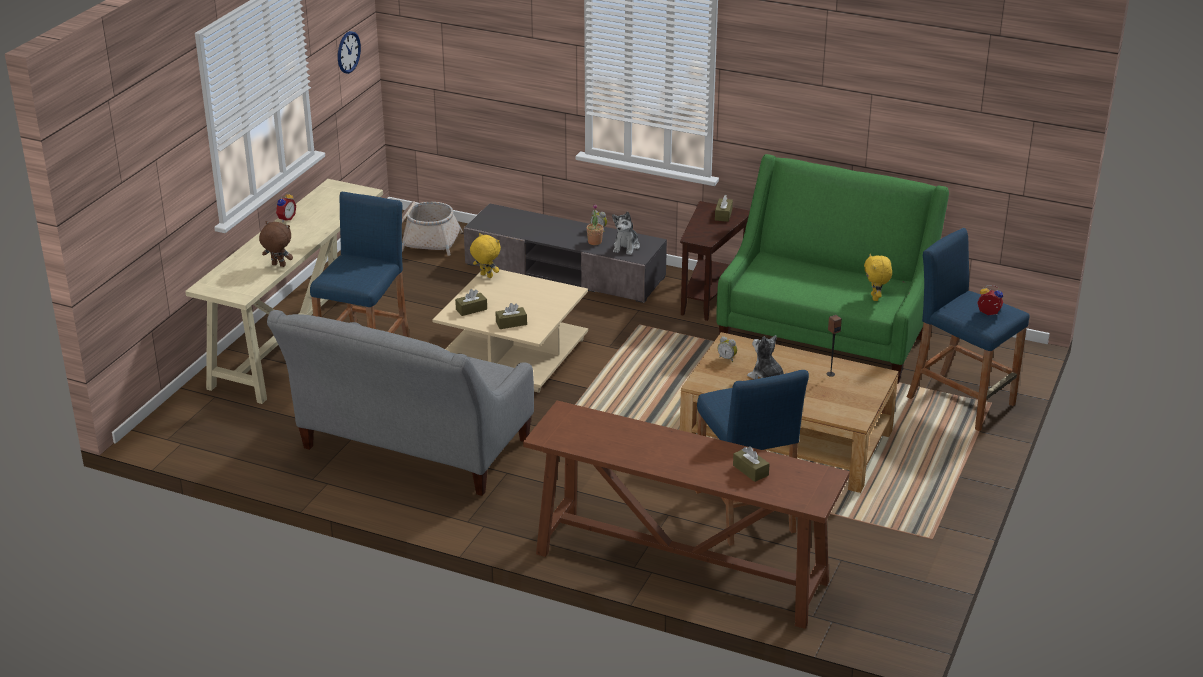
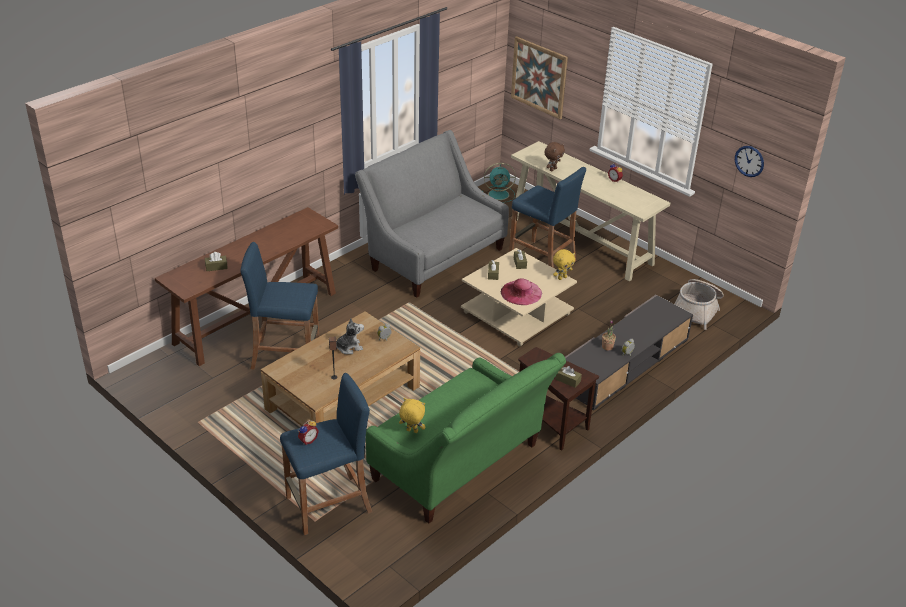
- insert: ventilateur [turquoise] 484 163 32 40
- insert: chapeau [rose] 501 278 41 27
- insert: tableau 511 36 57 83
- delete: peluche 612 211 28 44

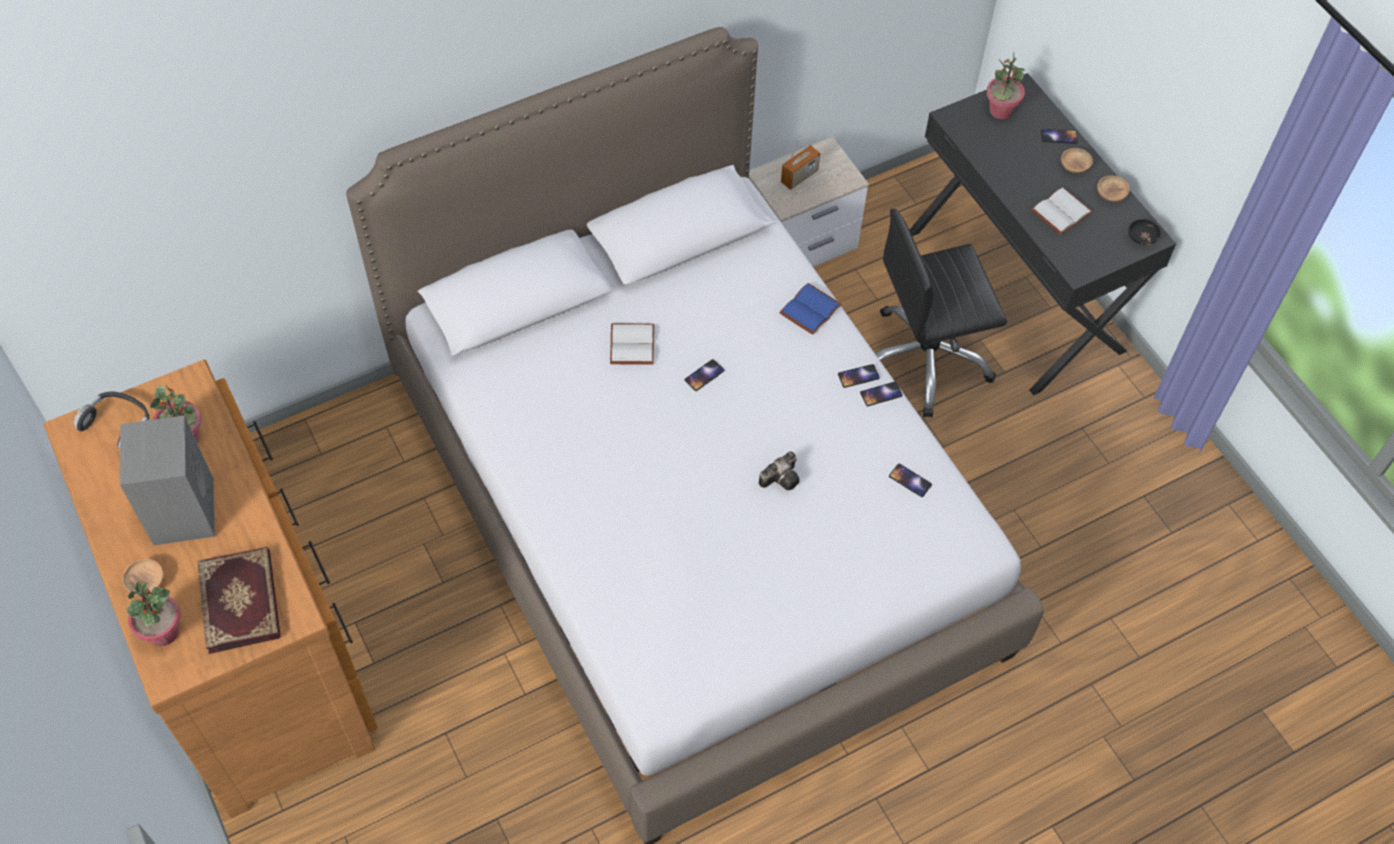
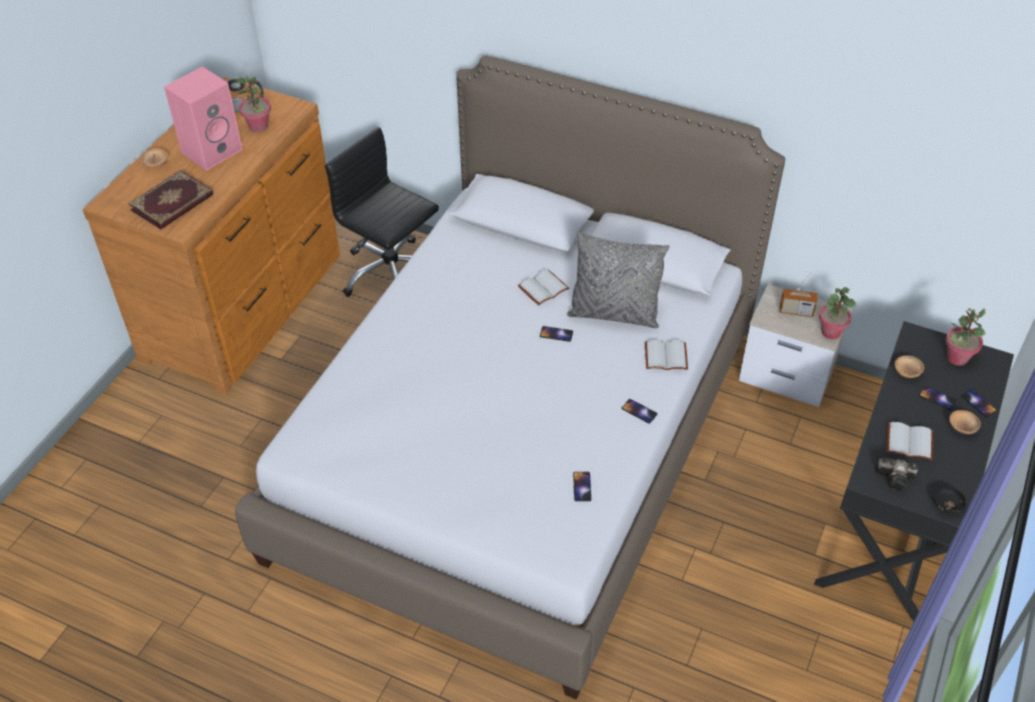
- recolor: enceinte [gris] 120 416 95 129 to enceinte [rose] 164 66 79 105
- move: chaise de bureau [noir] 875 209 132 208 to 325 127 114 170
- insert: coussin [gris] 567 231 103 97
- recolor: livre [bleu] 779 283 63 52 to livre [blanc] 645 340 43 30
- move: plante en pot 126 581 55 65 to 819 287 37 52
- move: appareil photo 759 451 41 39 to 876 458 42 33
- move: bol [marron] 1097 175 33 27 to 895 355 29 23
- move: téléphone 860 382 43 24 to 919 386 37 24

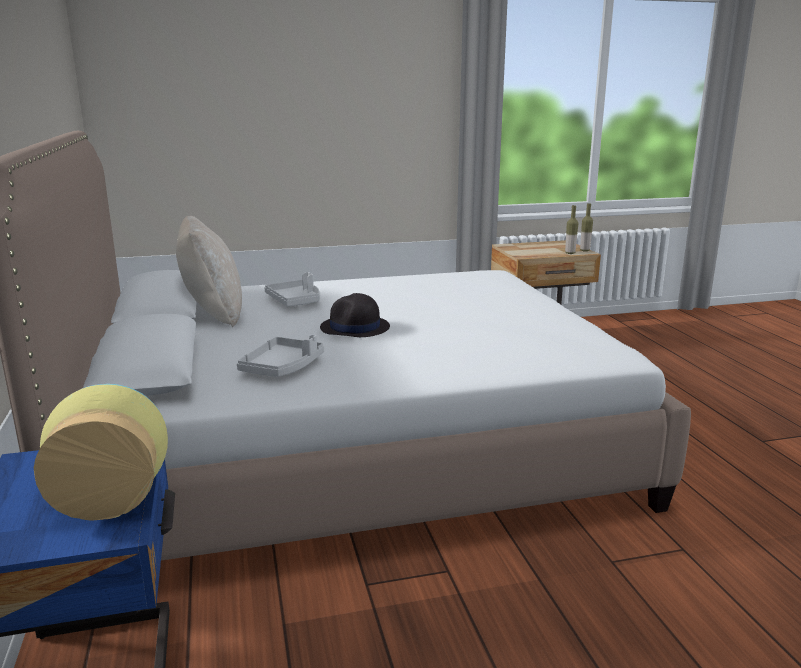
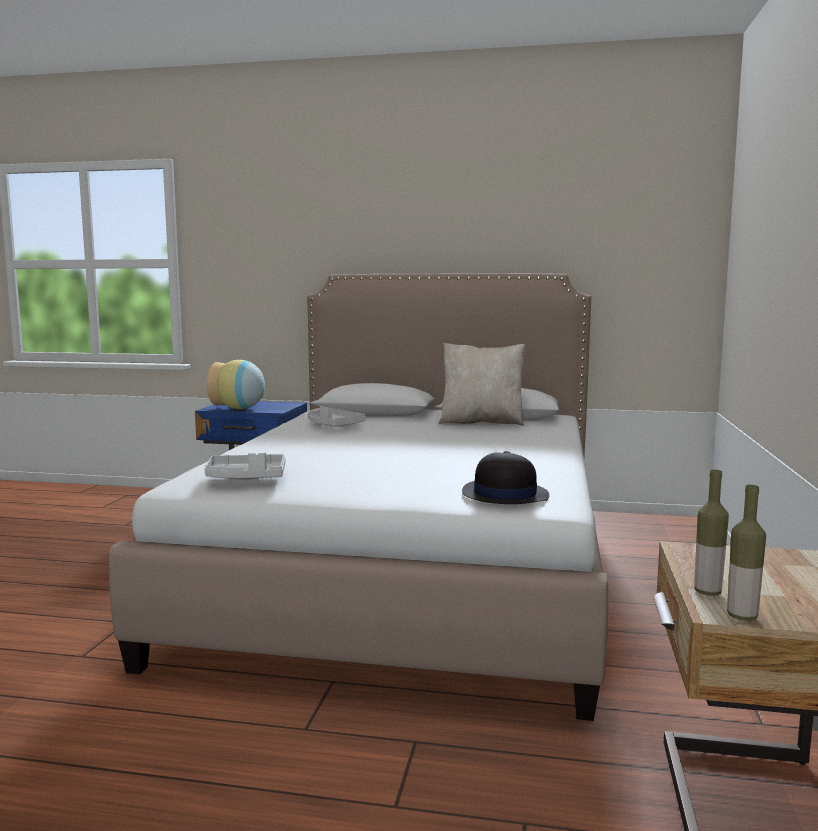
- move: plateau [gris] 264 272 56 35 to 205 452 80 28
- move: chapeau [noir] 320 293 70 44 to 462 451 87 53

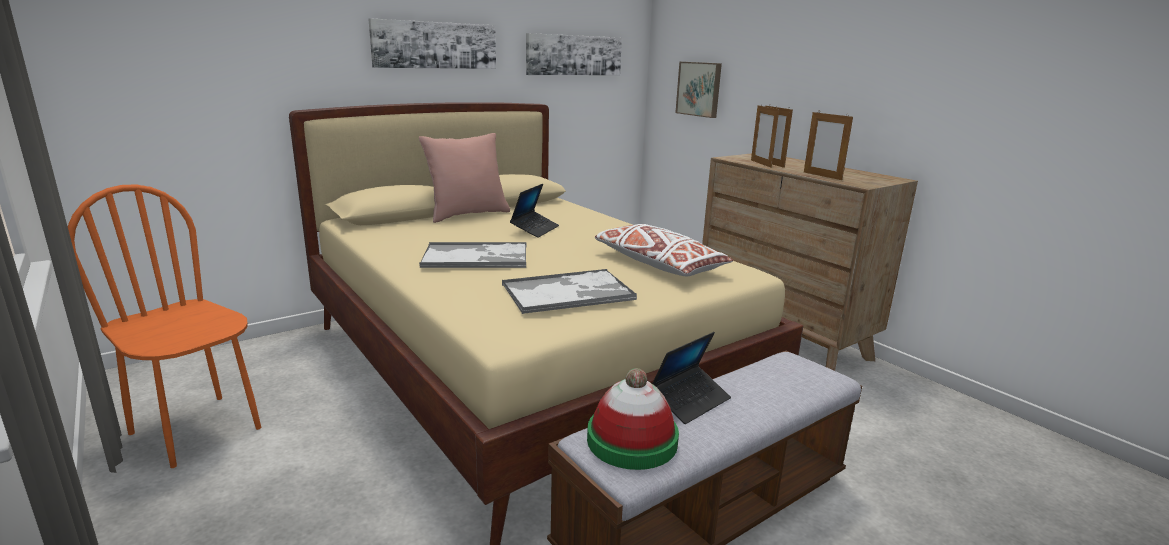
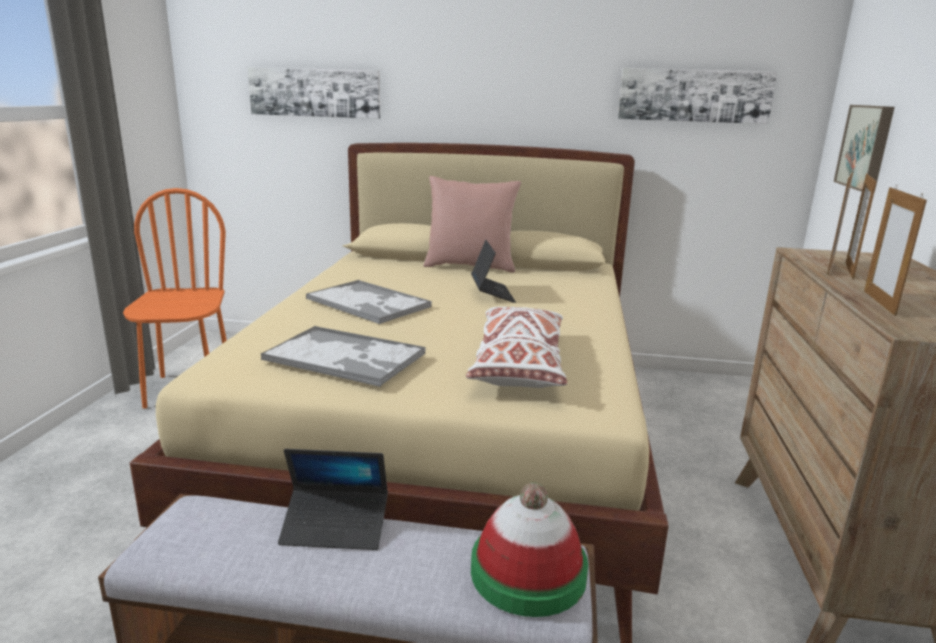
- move: tableau 369 18 127 51 to 248 67 132 52
- rotate: ordinateur portable 510 184 49 54 = 471 240 45 63 75 degrees counterclockwise
- move: chapeau 587 368 92 102 to 471 482 117 135

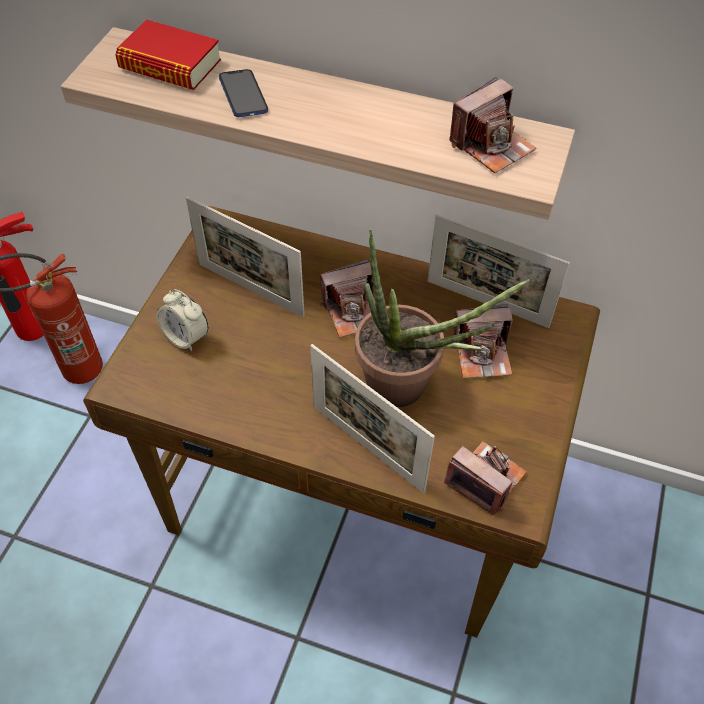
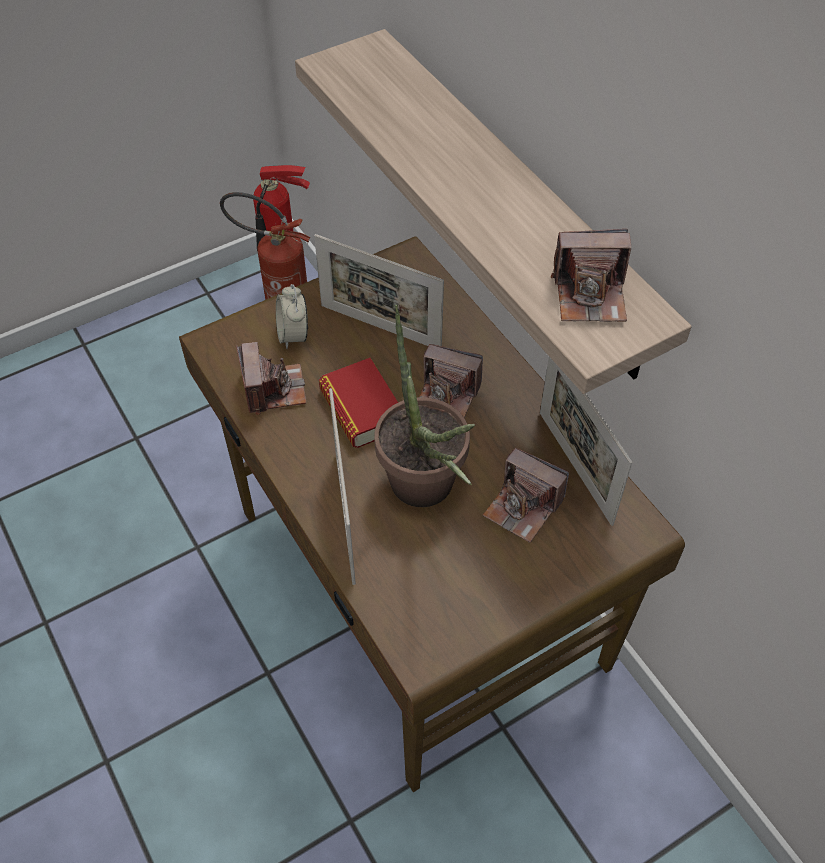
- move: appareil photo 444 441 83 74 to 236 342 70 73
- rotate: cadre photo 186 197 119 120 = 314 234 130 112 45 degrees counterclockwise
- move: livre 115 19 106 71 to 319 358 79 90
- delete: téléphone 219 69 49 48

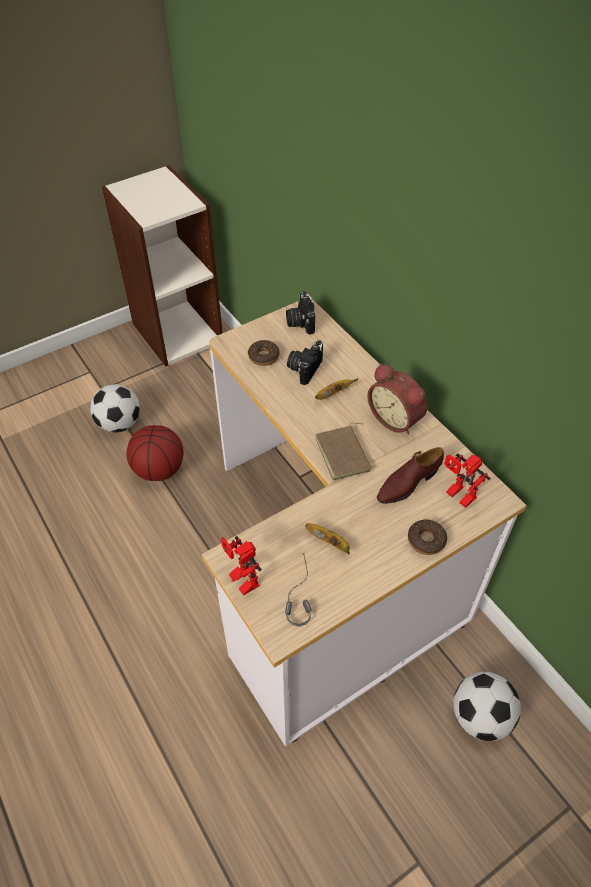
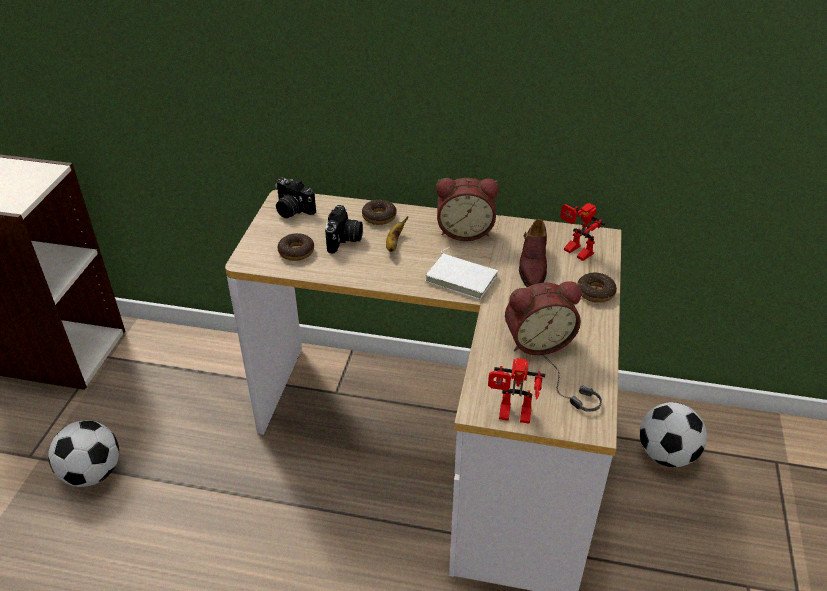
- rotate: appareil photo 287 340 36 45 = 325 205 38 49 150 degrees counterclockwise
- insert: beignet 362 200 35 25
- recolor: livre [marron] 315 423 57 57 to livre [blanc] 425 247 73 52
- replace: banane 305 523 45 31 to réveil 505 281 77 74
- rotate: robot jouet 444 453 46 55 = 561 203 44 58 45 degrees clockwise
- delete: ballon de basket 127 425 57 56

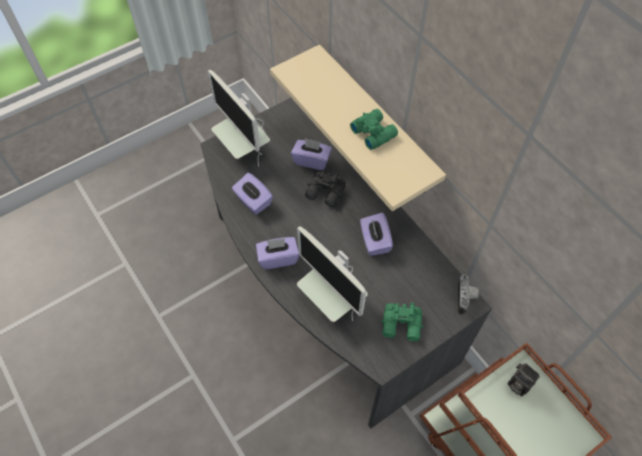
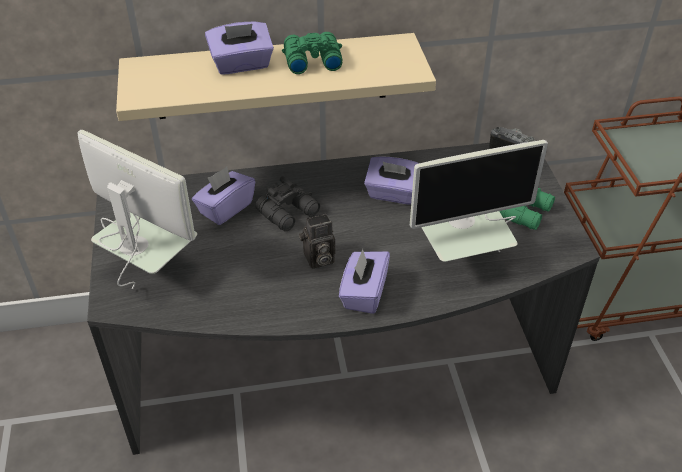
- rotate: écran d'ordinateur 208 70 62 97 = 77 130 120 159 135 degrees counterclockwise
- move: boîte à mouchoirs [violet] 232 173 41 42 to 205 22 69 53
- move: appareil photo 507 363 33 34 to 299 214 36 55

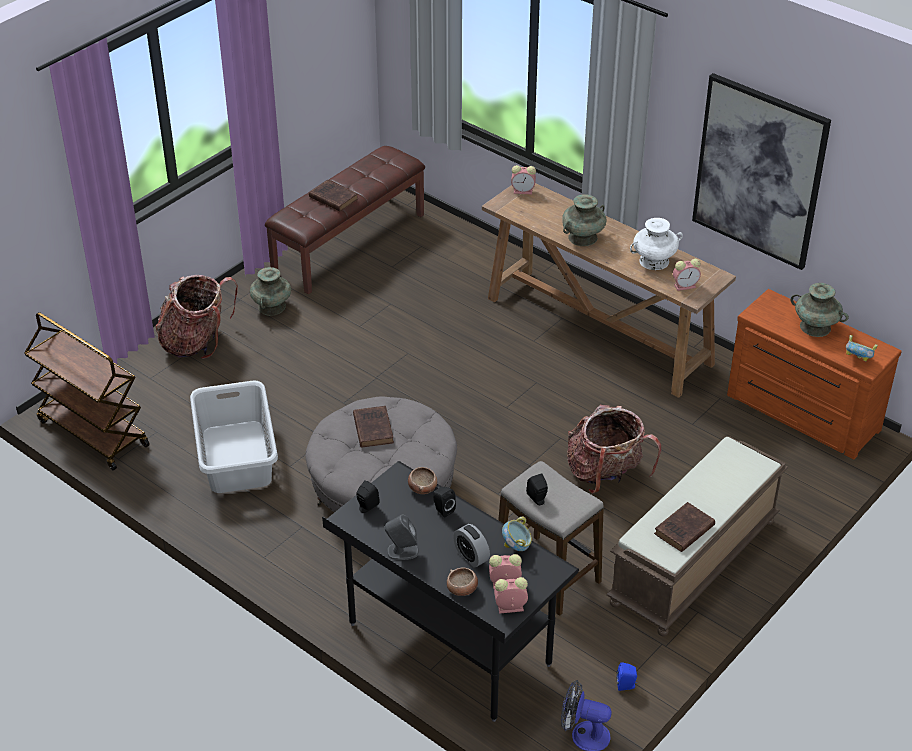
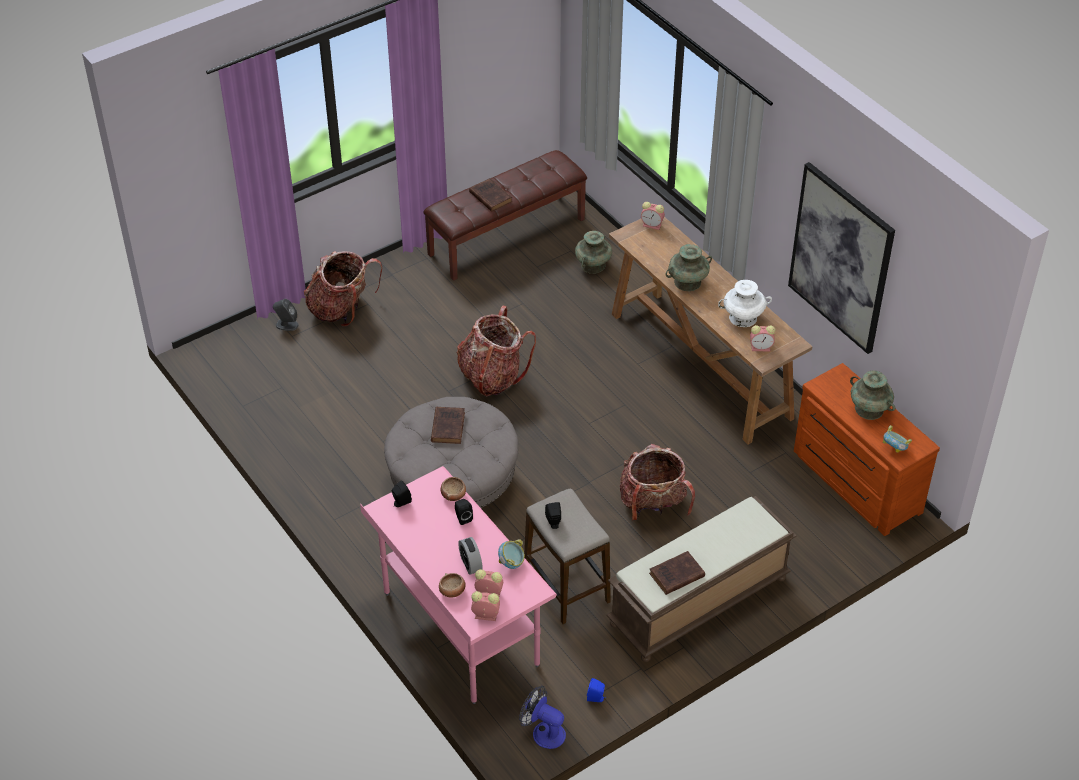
- move: enceinte [gris] 385 515 34 45 to 273 299 25 32
- recolor: bureau [noir] 322 461 257 261 to bureau [rose] 360 466 197 238
- insert: sac à dos 456 306 80 90
- move: vase [turquoise] 250 267 41 49 to 575 231 37 43
- delete: chariot [marron] 24 312 126 158
- delete: panier à linge [gris] 190 381 88 112

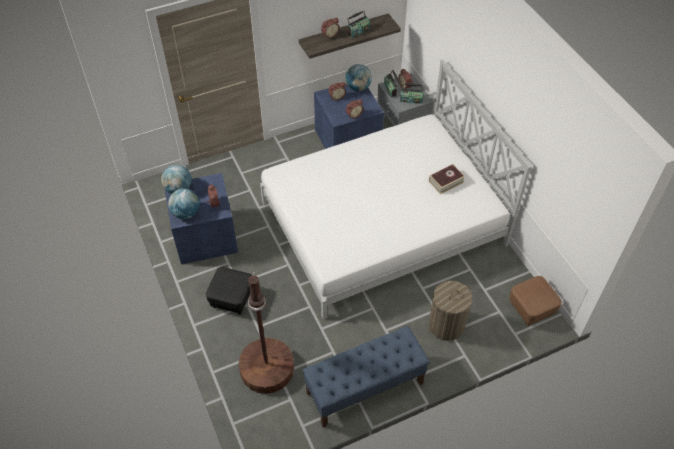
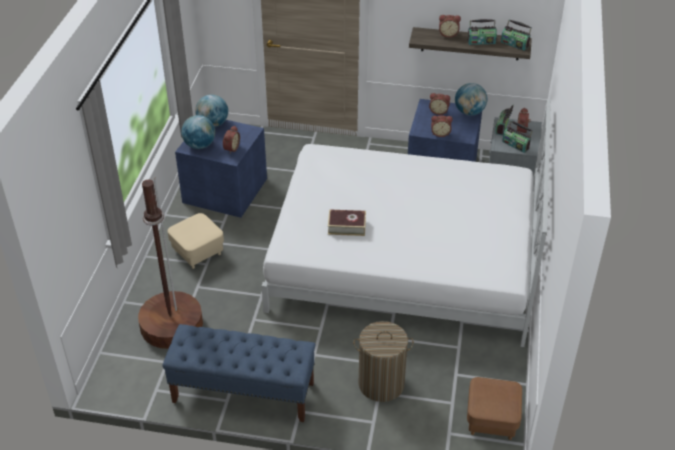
- recolor: pouf [noir] 206 267 46 48 to pouf [beige] 167 213 57 56
- move: livre 429 164 36 30 to 328 209 38 27
- insert: radio 501 19 31 32

